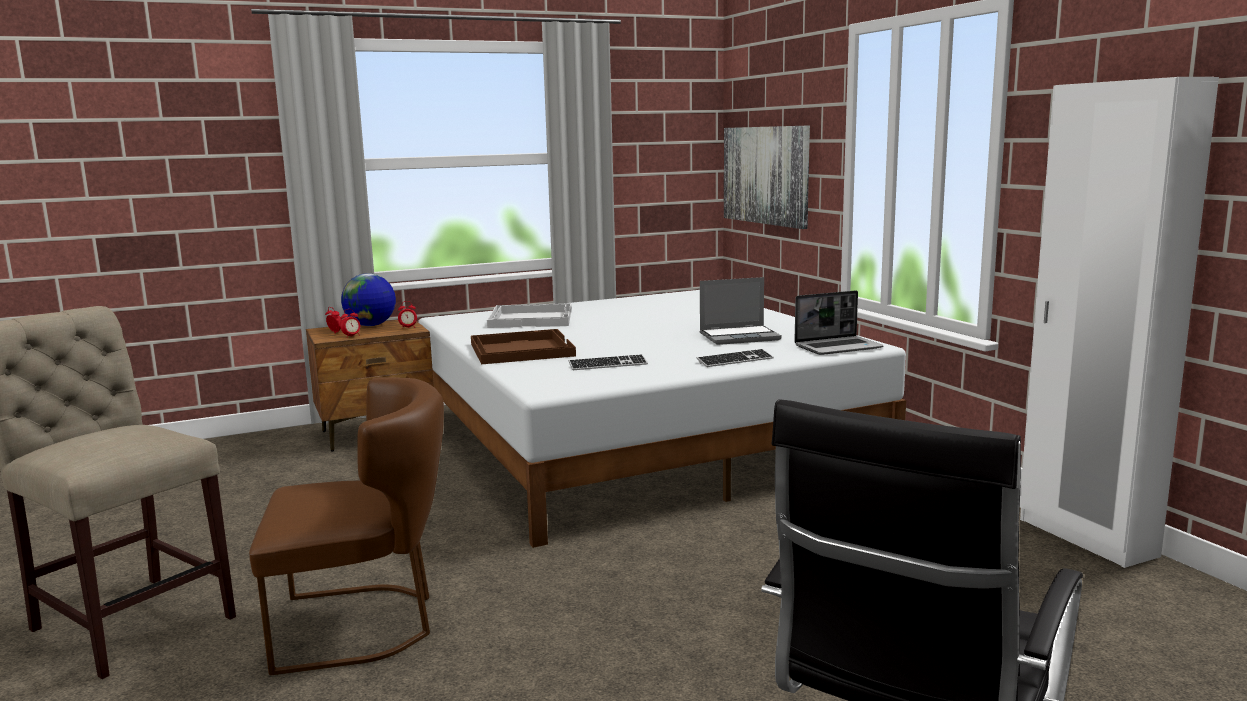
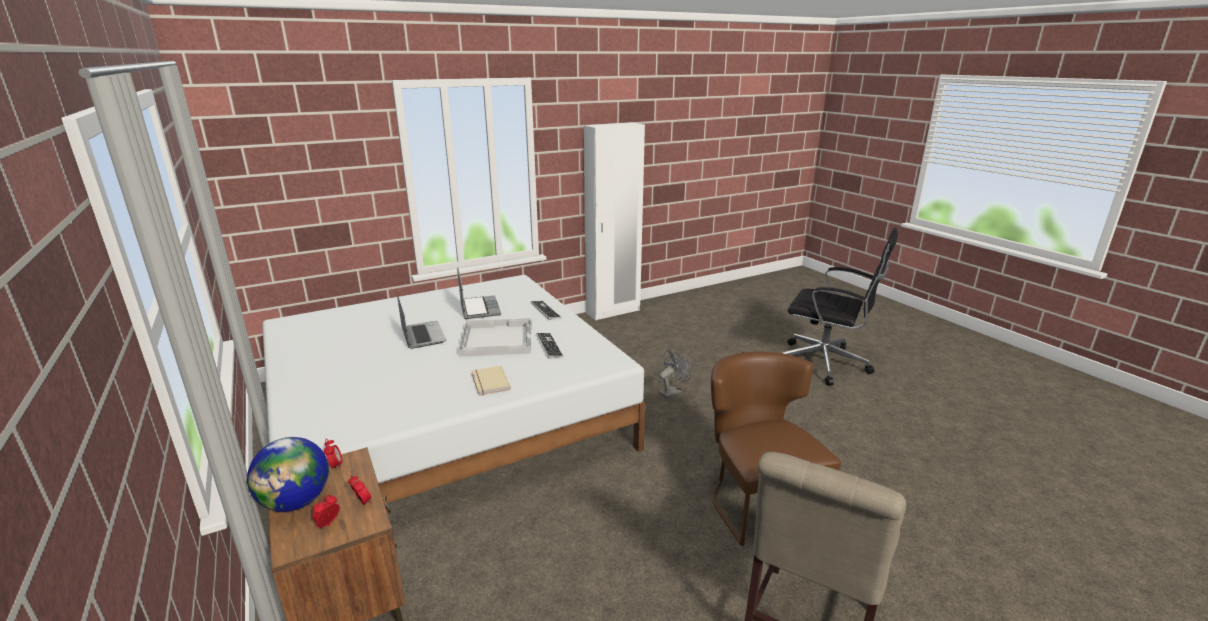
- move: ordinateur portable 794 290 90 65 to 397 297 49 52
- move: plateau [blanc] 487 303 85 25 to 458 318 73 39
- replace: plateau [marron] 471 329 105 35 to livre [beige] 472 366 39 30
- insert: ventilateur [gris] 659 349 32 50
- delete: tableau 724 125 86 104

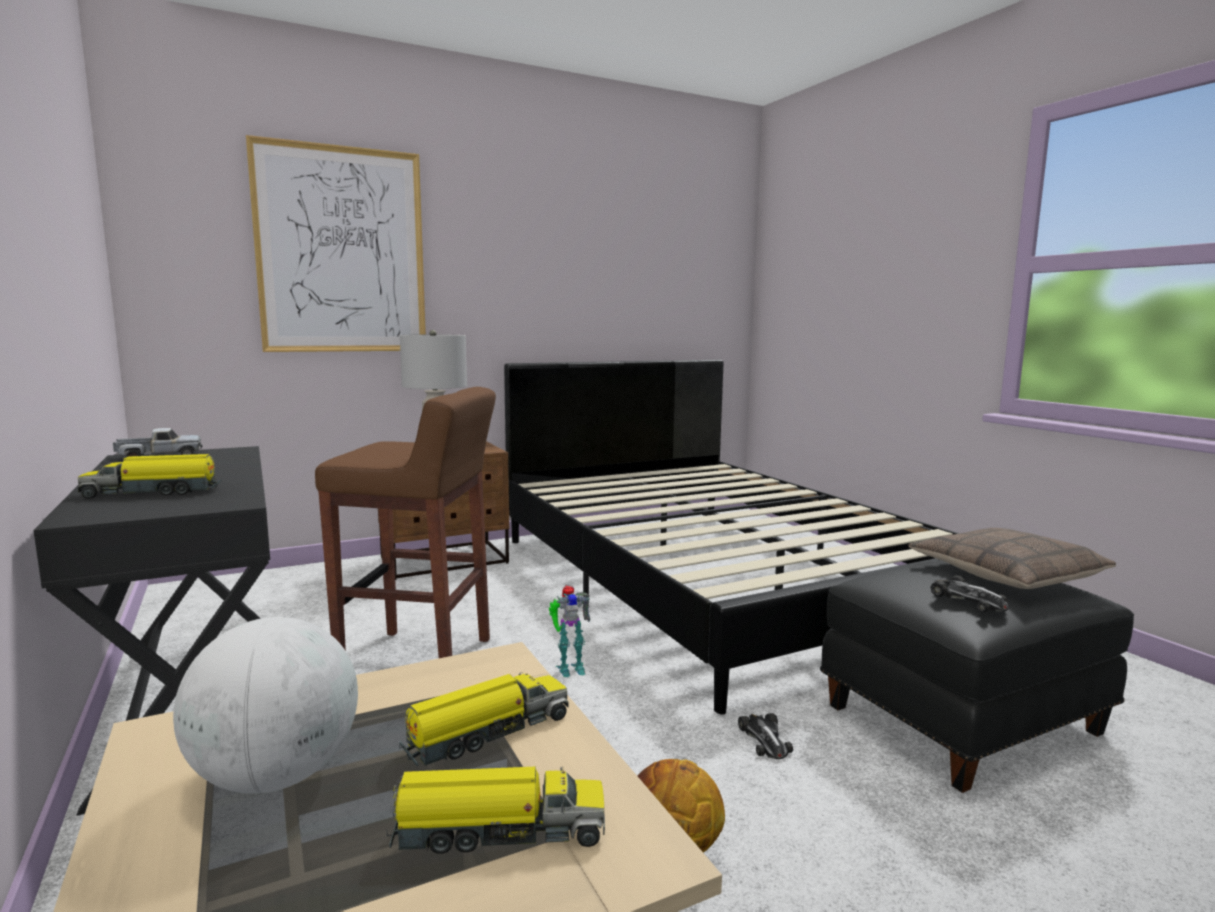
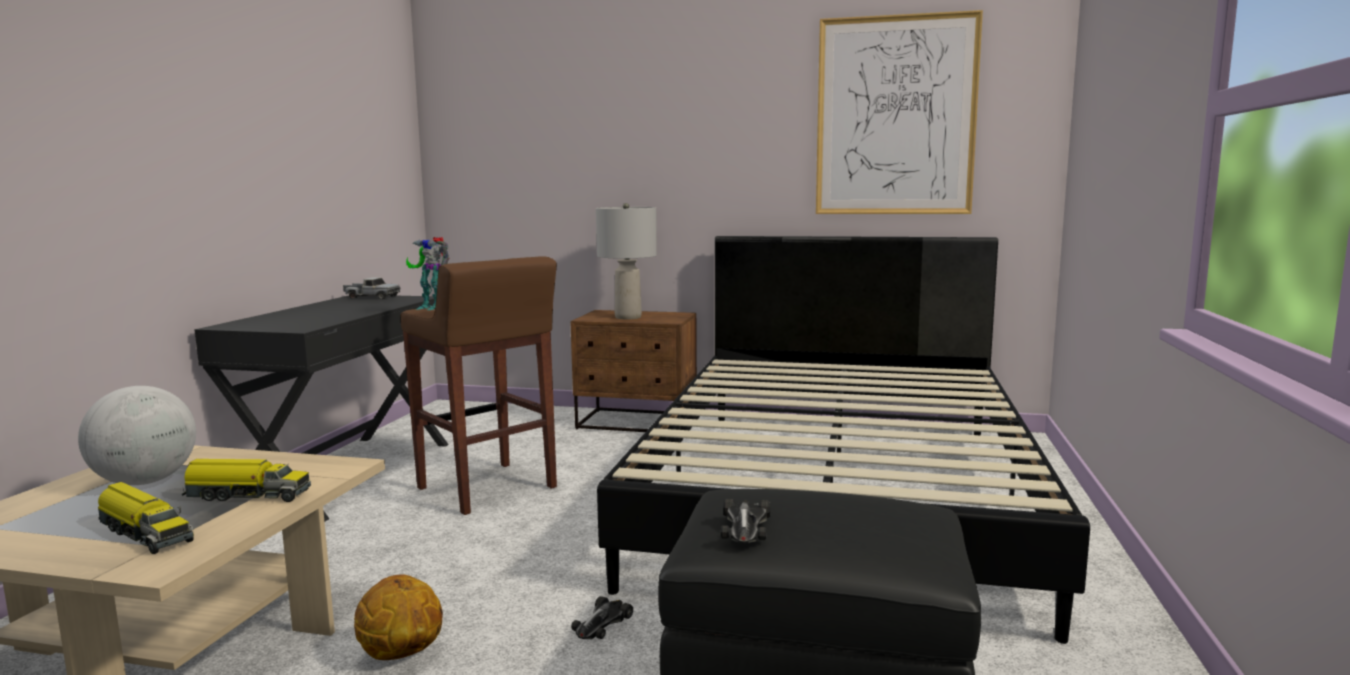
- move: robot jouet 549 585 41 92 to 406 237 44 73
- move: tableau 246 135 180 217 to 816 10 167 204
- delete: camion jouet 78 454 144 45
- delete: coussin 908 528 208 61

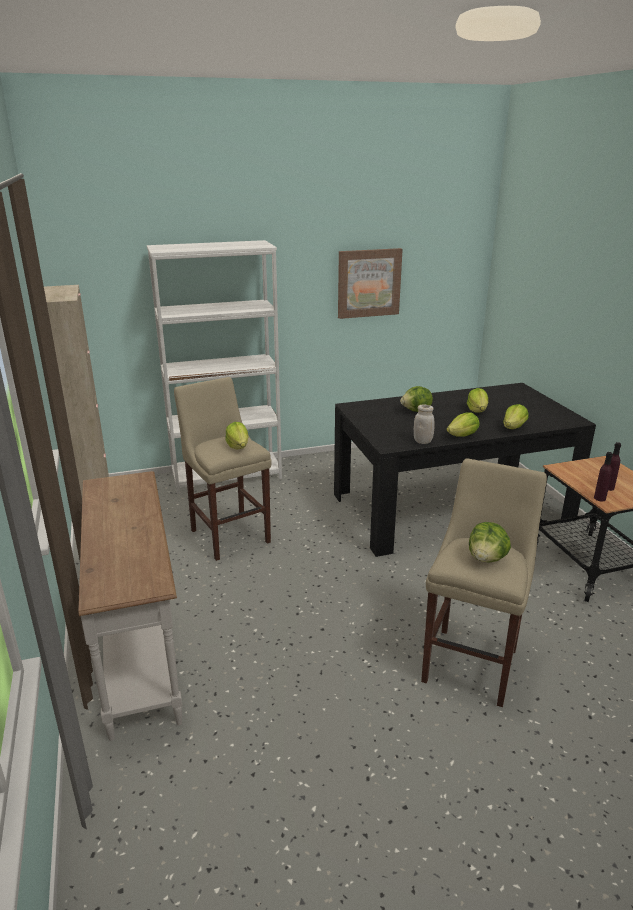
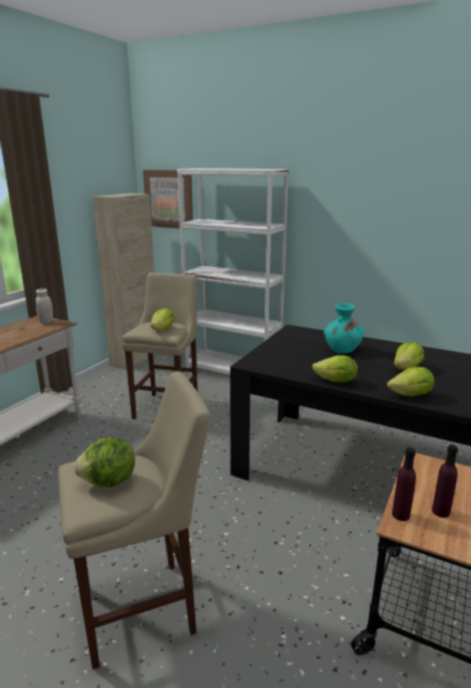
- move: bocal [blanc] 414 404 21 40 to 36 288 17 35
- move: tableau 338 248 65 71 to 143 170 50 59
- replace: laitue 400 386 33 26 to vase [turquoise] 324 303 40 50

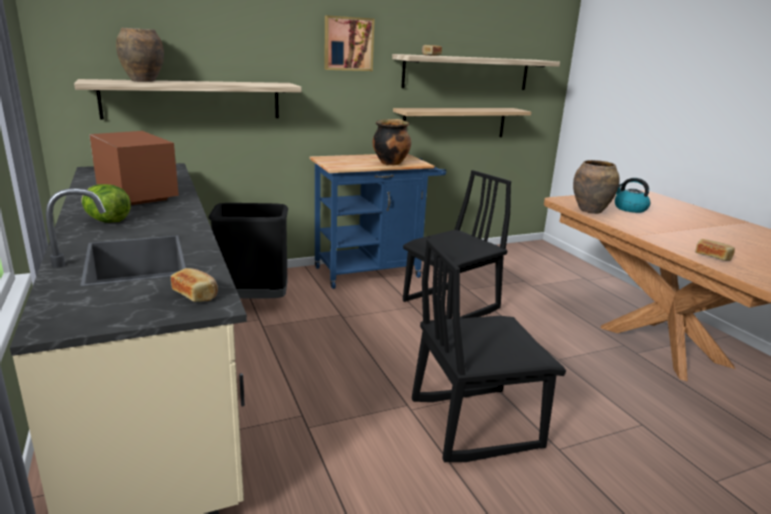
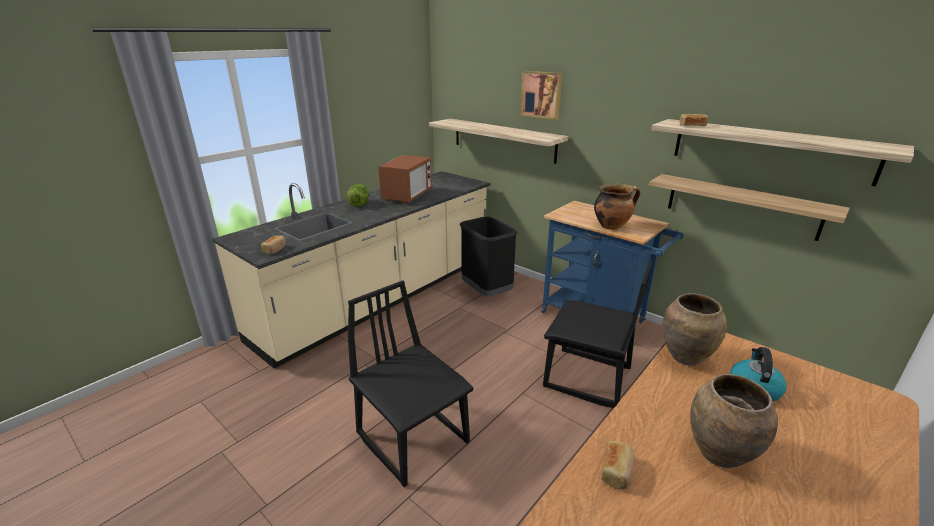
- move: tableau 324 15 51 56 to 520 71 42 49
- move: vase [marron] 116 28 48 54 to 690 374 88 94

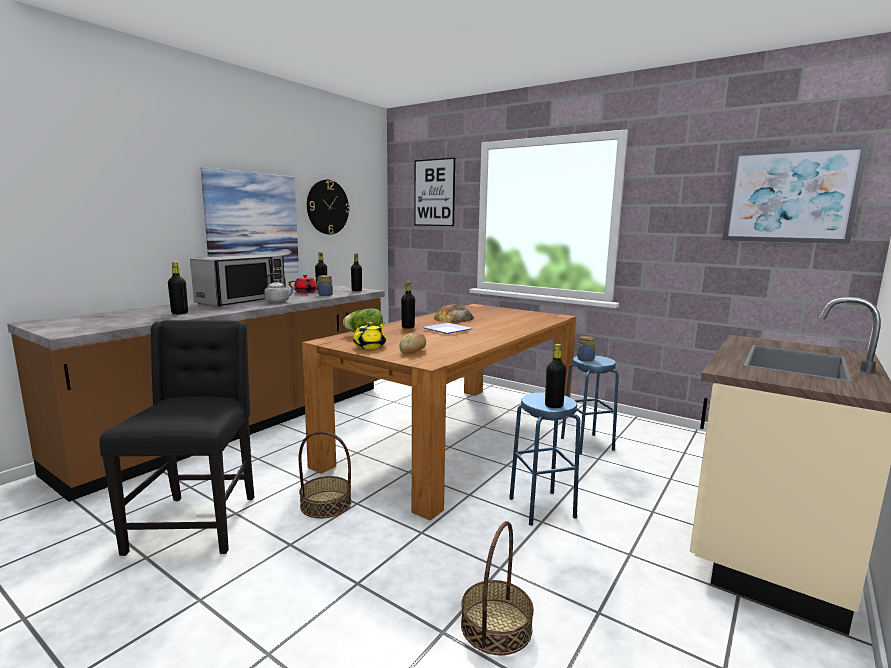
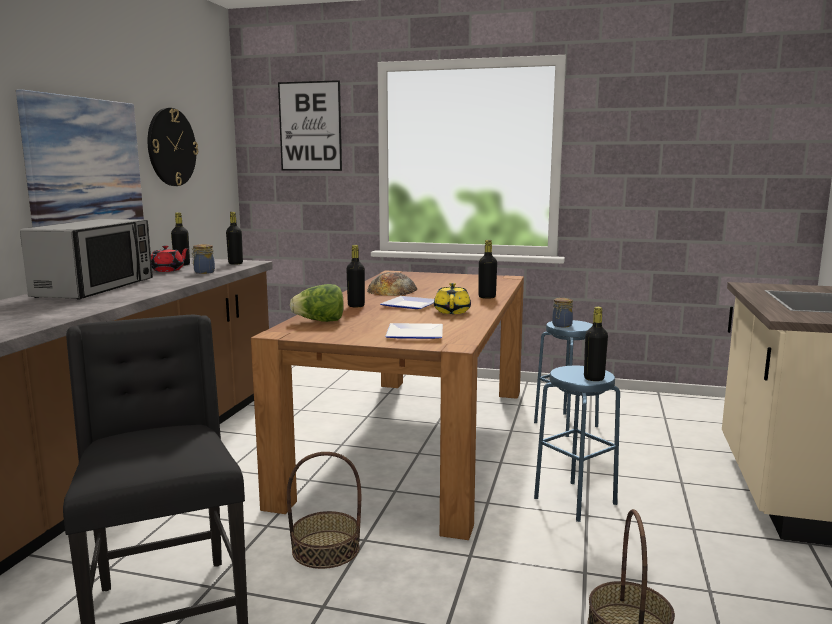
- replace: pain 399 332 27 23 to assiette 385 323 58 16
- move: théière [jaune] 353 322 33 27 to 434 283 37 31
- move: bouteille [noir] 168 262 20 52 to 479 240 18 59
- delete: bouilloire [gris] 264 273 31 30
- delete: tableau 722 143 147 101

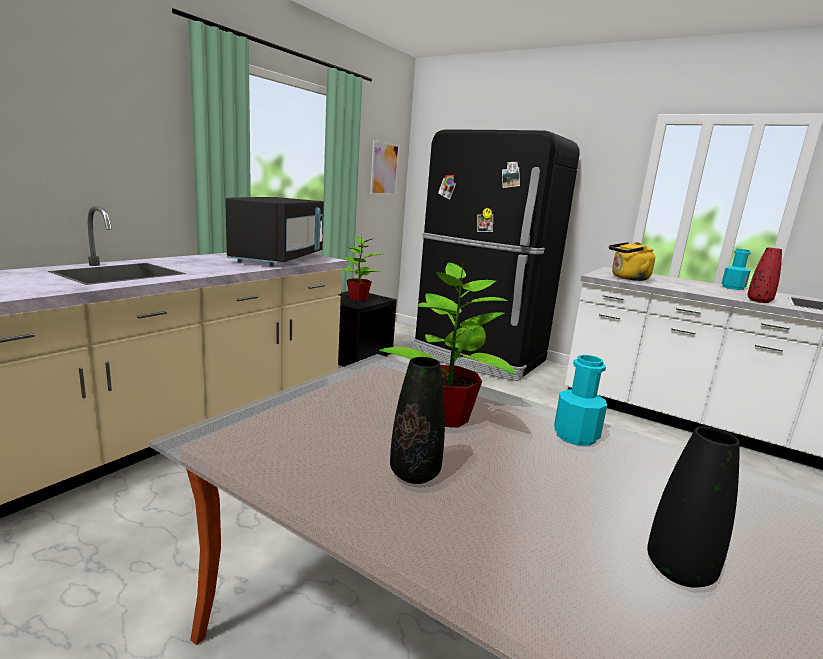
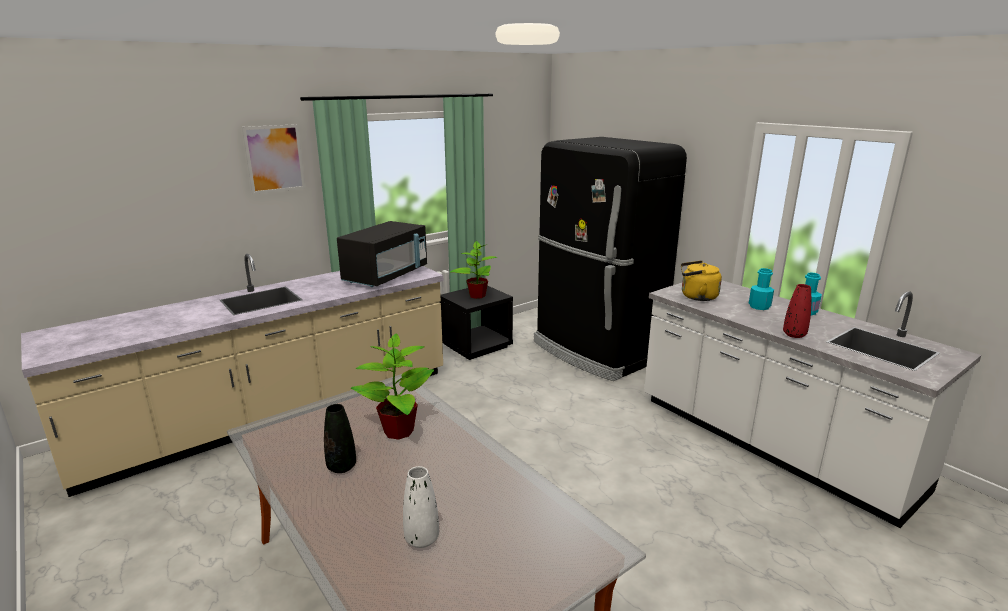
- move: tableau 370 140 30 56 to 242 124 64 70
- recolor: vase [noir] 647 427 93 161 to vase [blanc] 403 466 36 82
- move: bouteille [turquoise] 554 355 53 91 to 749 268 25 42

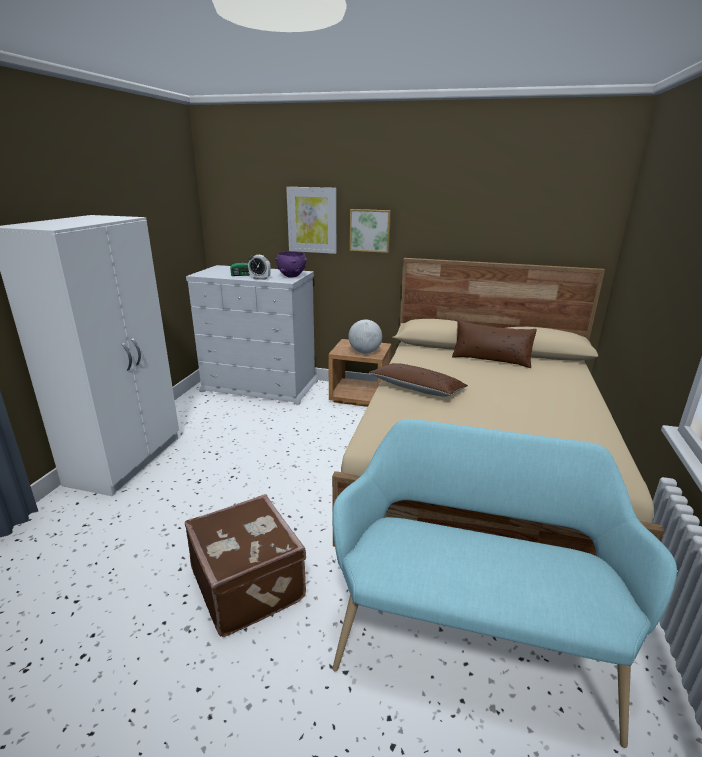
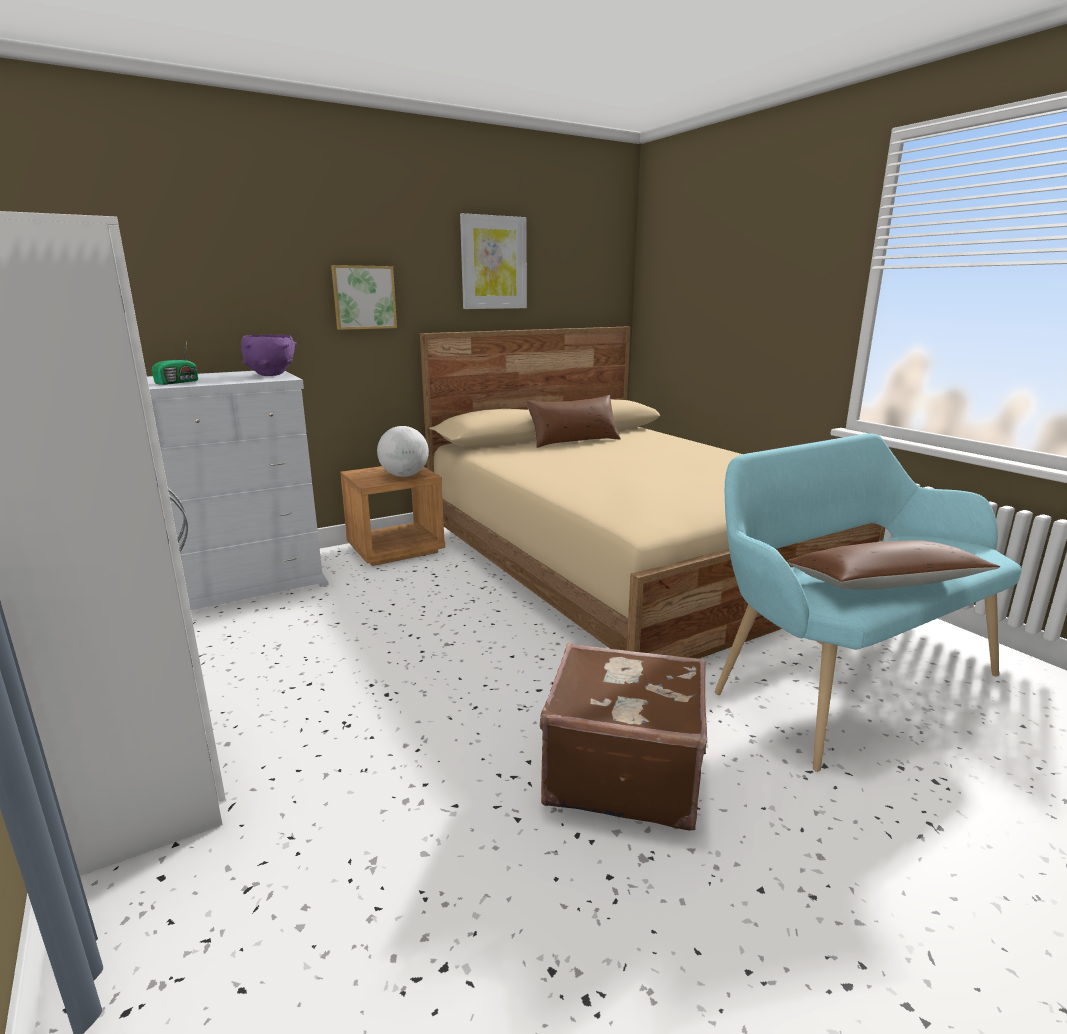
- move: tableau 286 187 51 67 to 460 213 67 96
- move: coussin [marron] 369 363 99 34 to 786 540 214 49
- delete: réveil 248 255 23 25

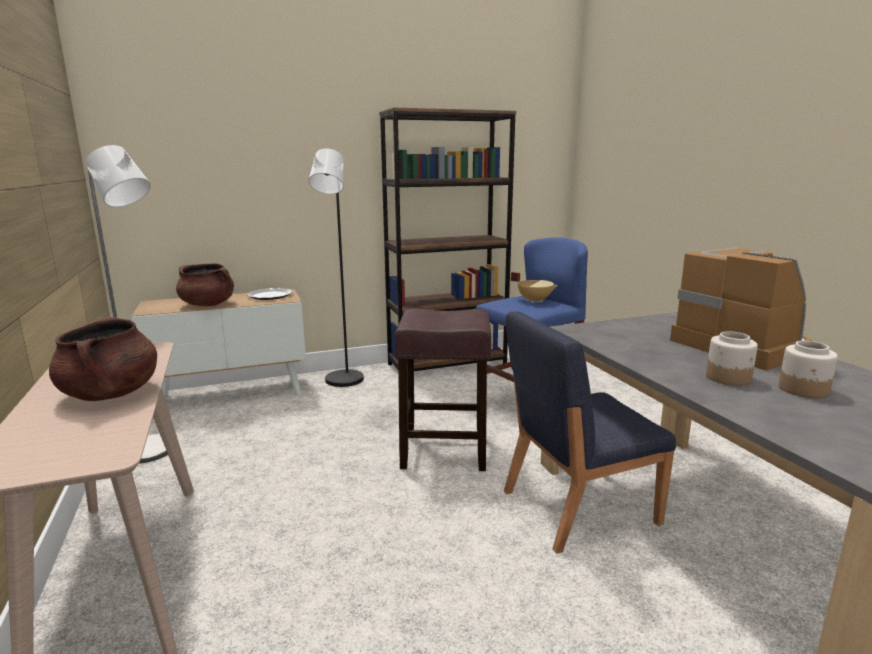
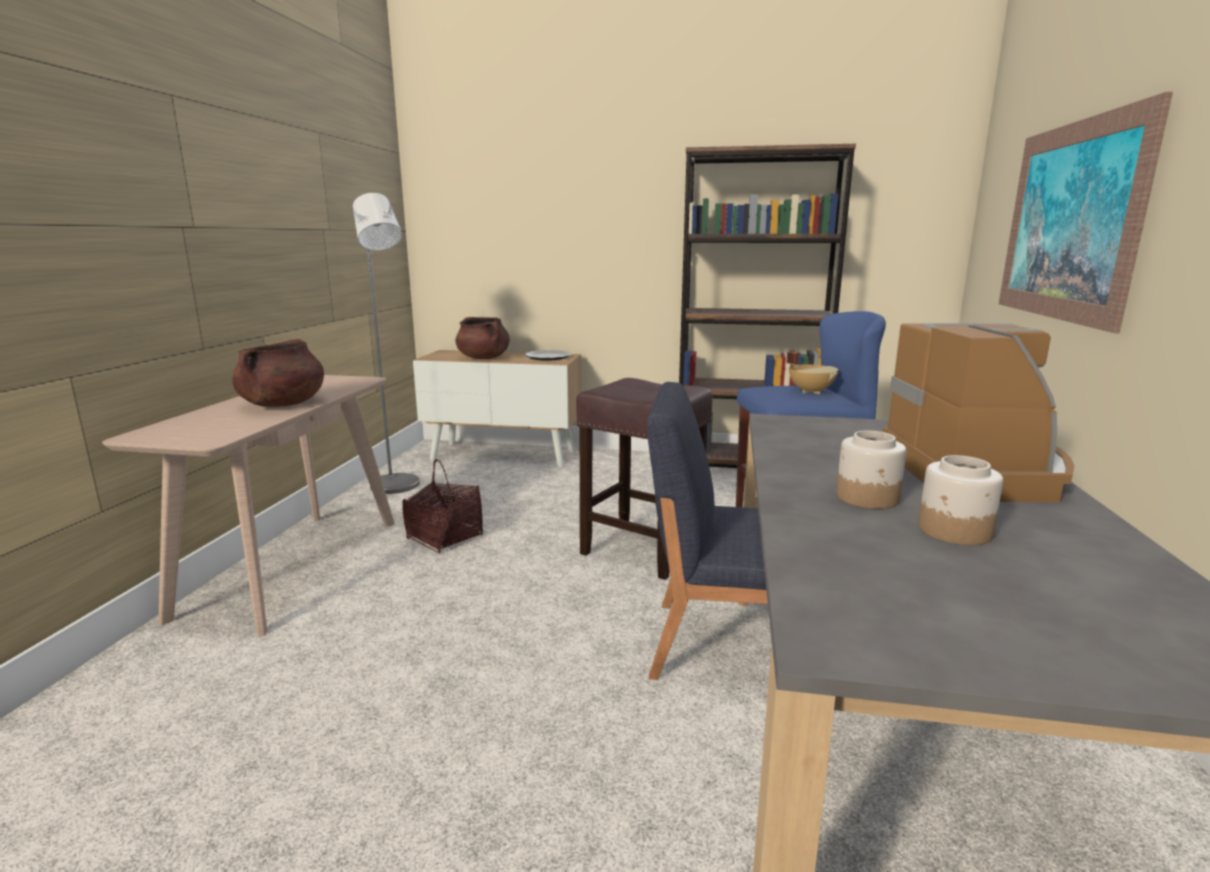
- insert: panier 402 459 81 95
- insert: tableau 999 91 174 242
- delete: lampadaire [noir] 308 149 56 238

